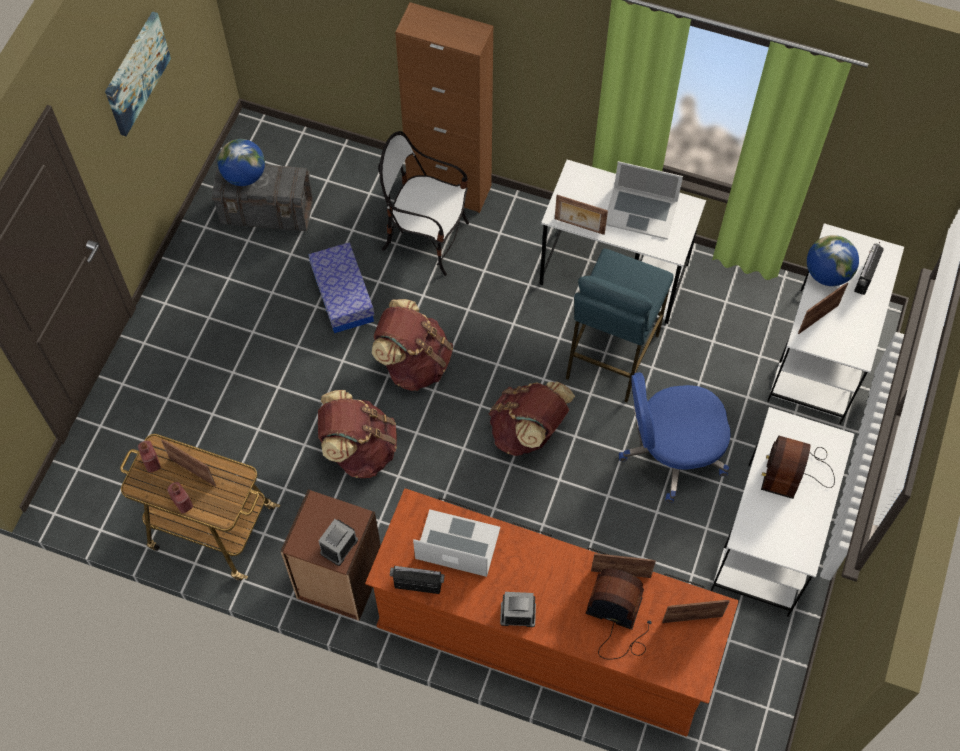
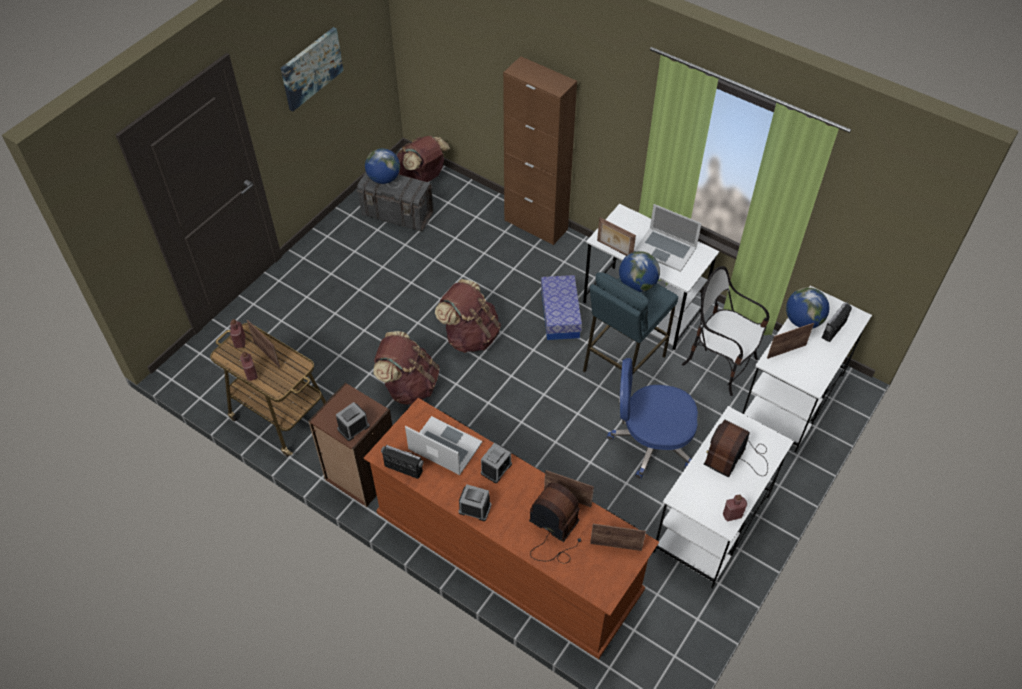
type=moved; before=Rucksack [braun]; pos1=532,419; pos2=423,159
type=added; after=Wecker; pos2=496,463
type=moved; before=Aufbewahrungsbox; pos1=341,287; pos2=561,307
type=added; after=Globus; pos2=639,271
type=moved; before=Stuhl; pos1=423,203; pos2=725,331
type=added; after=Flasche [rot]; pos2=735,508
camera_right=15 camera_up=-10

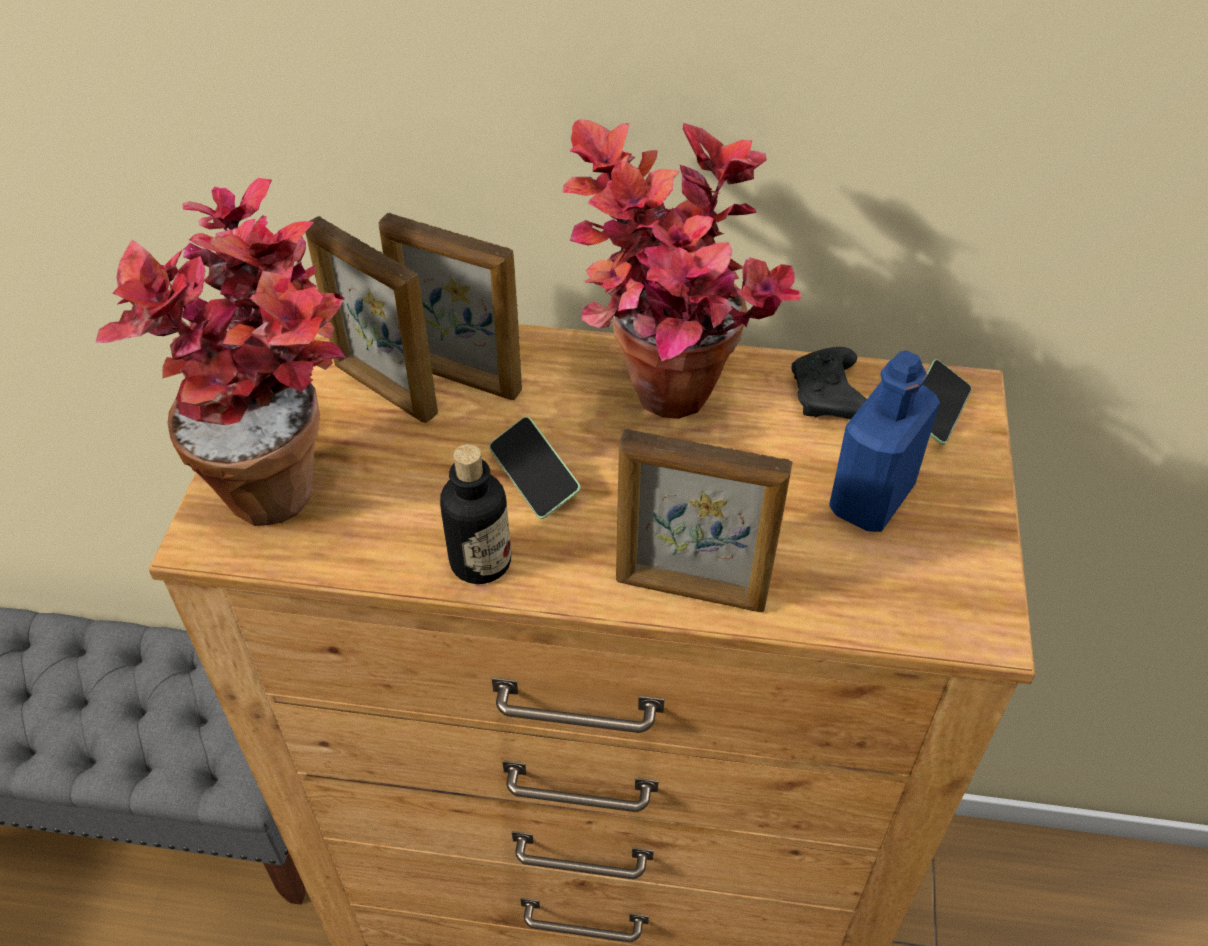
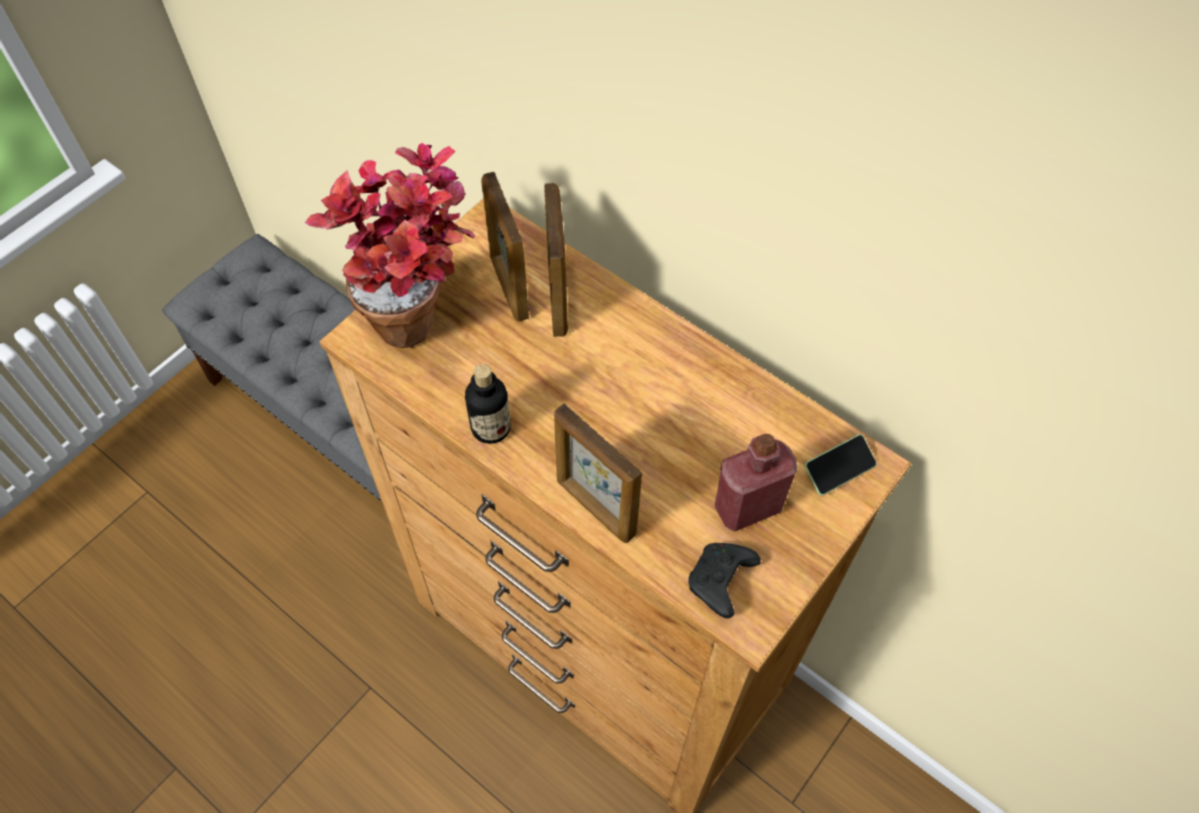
type=turned; before=Bilderrahmen; pos1=450,306; pos2=556,260; turn=-150
type=moved; before=Gamepad [schwarz]; pos1=829,383; pos2=724,580
type=recoloured; before=Flasche [blau]; after=Flasche [rot]; pos1=884,441; pos2=756,483
type=removed; before=Handy; pos1=535,467
type=removed; before=Topfpflanze; pos1=682,269
camera_right=30 camera_up=10

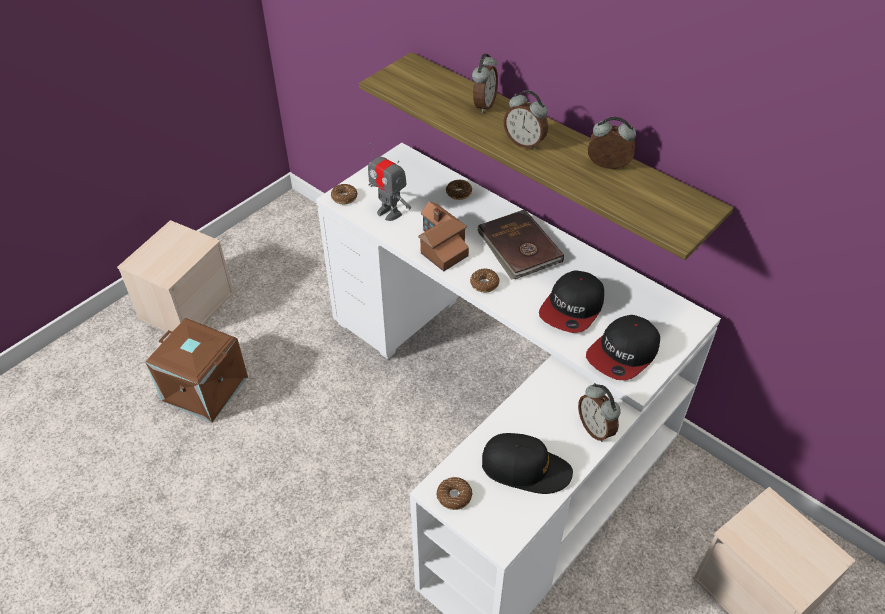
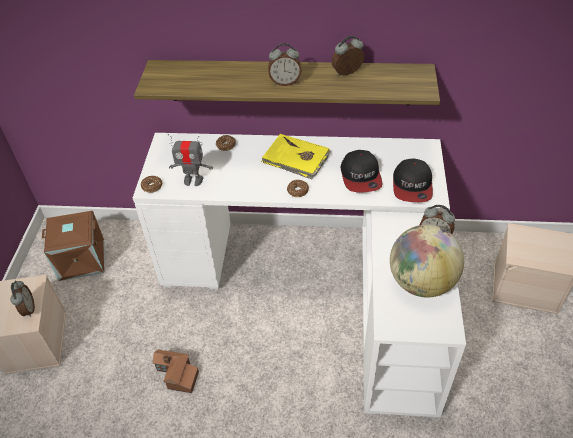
type=moved; before=Wecker; pos1=485,83; pos2=22,298
type=moved; before=Aufbewahrungsbox [braun]; pos1=196,370; pos2=73,246
type=moved; before=Spielzeughaus; pos1=443,236; pos2=176,371
type=recoloured; before=Buch [braun]; after=Buch [gelb]; pos1=520,244; pos2=296,156
type=replaced; before=Kappe [schwarz]; after=Globus; pos1=527,463; pos2=427,261
type=removed; before=Donut; pos1=455,493
camera_right=-35 camera_up=0

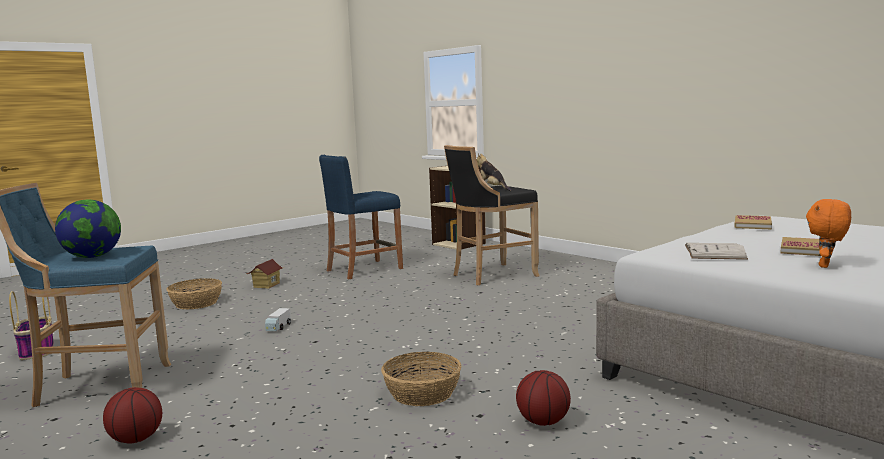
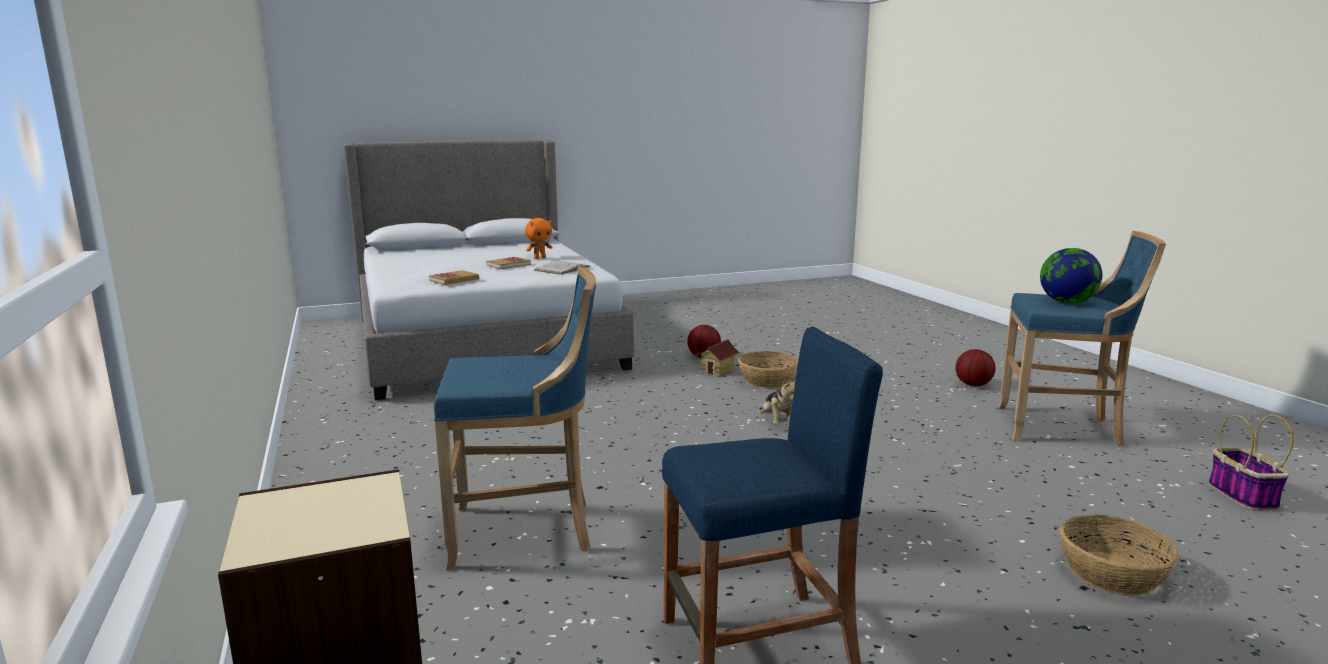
type=recoloured; before=Hocker [schwarz]; after=Hocker [blau]; pos1=492,215; pos2=515,419
type=moved; before=Spielzeughaus; pos1=264,273; pos2=718,357
type=moved; before=Plüschtier; pos1=494,172; pos2=777,401
type=removed; before=Spielzeuglaster; pos1=278,319
camera_right=-160 camera_up=5

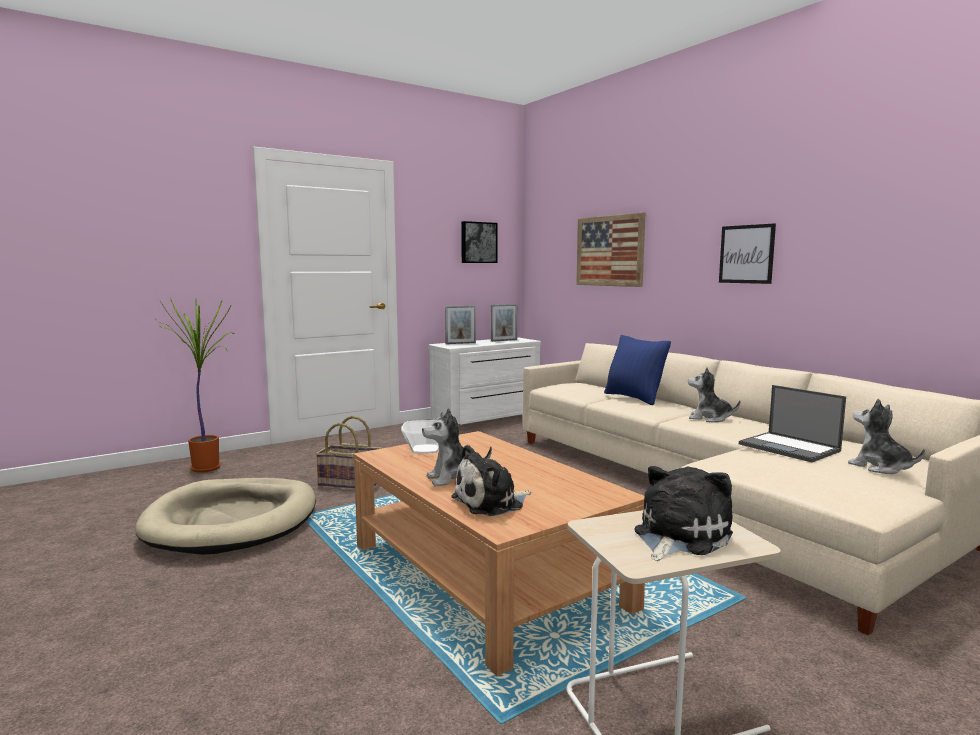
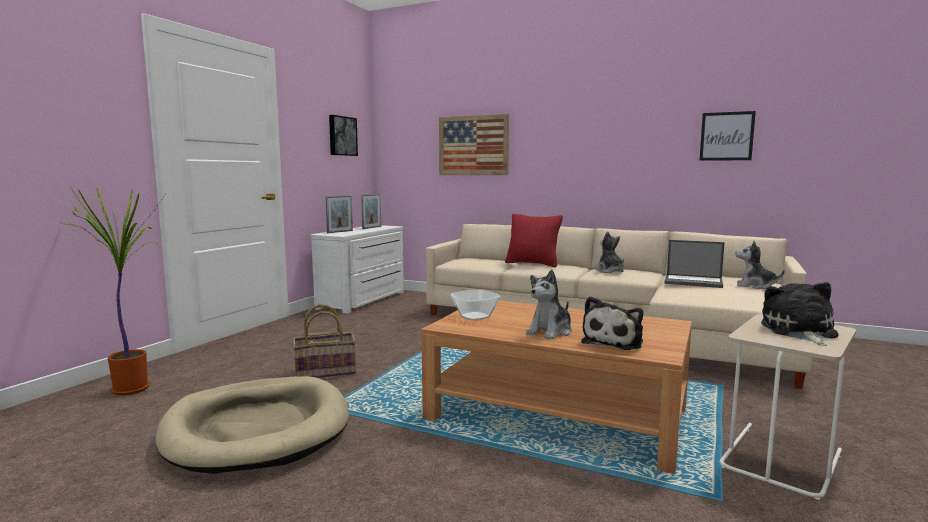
type=recoloured; before=Kissen [blau]; after=Kissen [rot]; pos1=637,370; pos2=534,240
type=turned; before=Plüschtier; pos1=714,394; pos2=609,252; turn=75
type=moved; before=Bild; pos1=747,253; pos2=727,136
camera_right=-30 camera_up=0

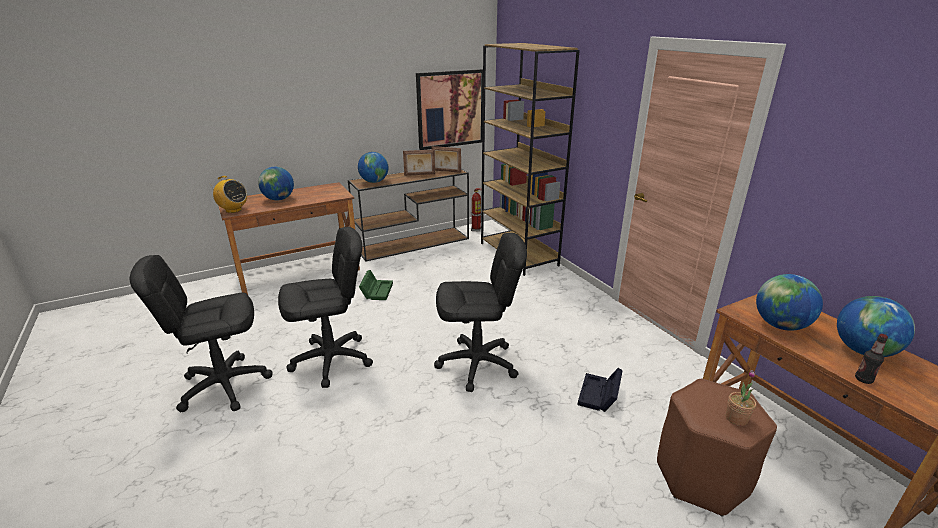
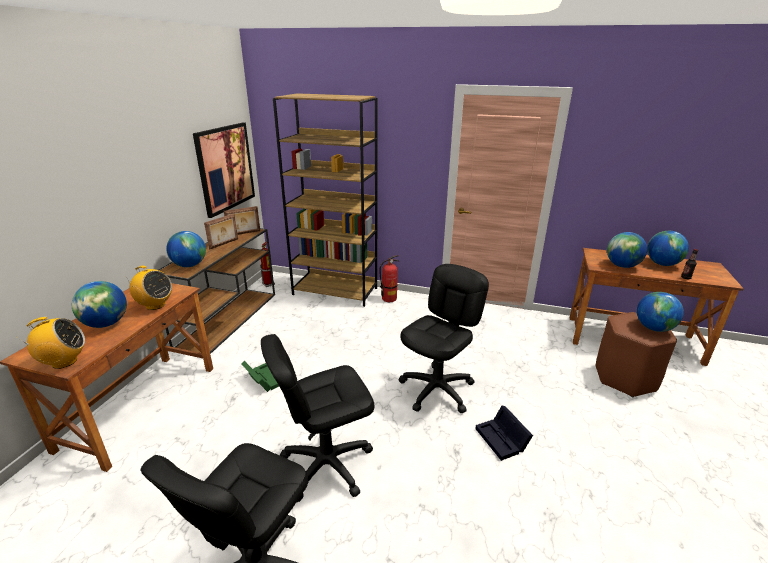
type=added; after=Radio; pos2=148,288
type=turned; before=Bürostuhl [schwarz]; pos1=325,307; pos2=317,418; turn=-135
type=added; after=Feuerlöscher; pos2=389,278
type=moved; before=Aufbewahrungsbox [schwarz]; pos1=600,390; pos2=504,433
type=replaced; before=Topfpflanze; after=Globus; pos1=741,398; pos2=660,312
camera_right=-45 camera_up=0

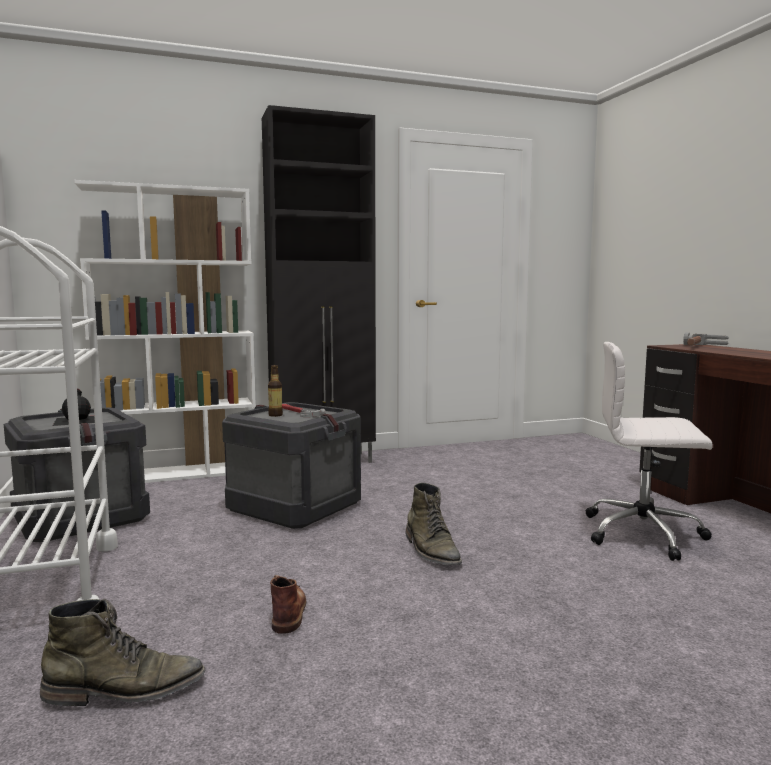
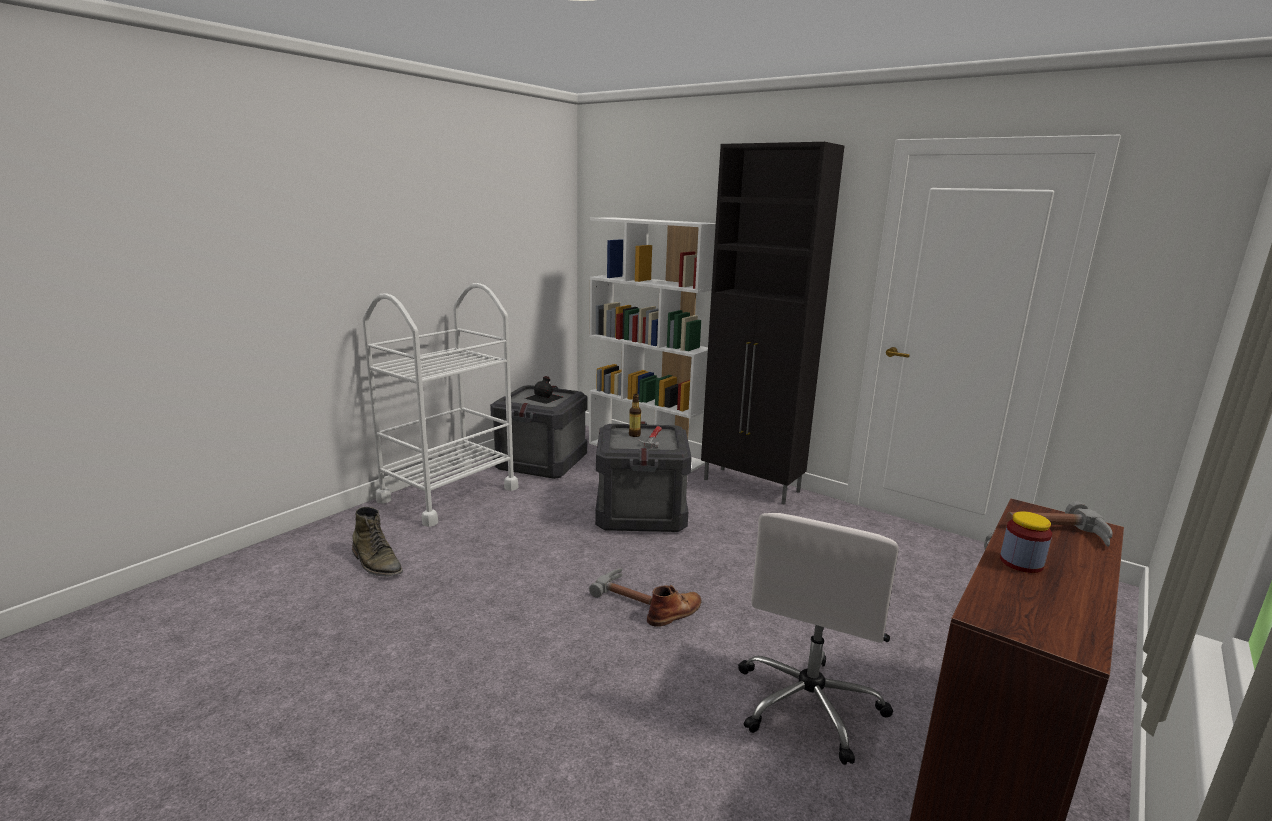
type=replaced; before=Stiefel [grün]; after=Hammer; pos1=433,524; pos2=620,586
type=moved; before=Stiefel [braun]; pos1=288,604; pos2=674,605
type=turned; before=Bürostuhl [weiß]; pos1=649,451; pos2=818,639; turn=-135
type=added; after=Vorratsglas; pos2=1026,542
camera_right=55 camera_up=10

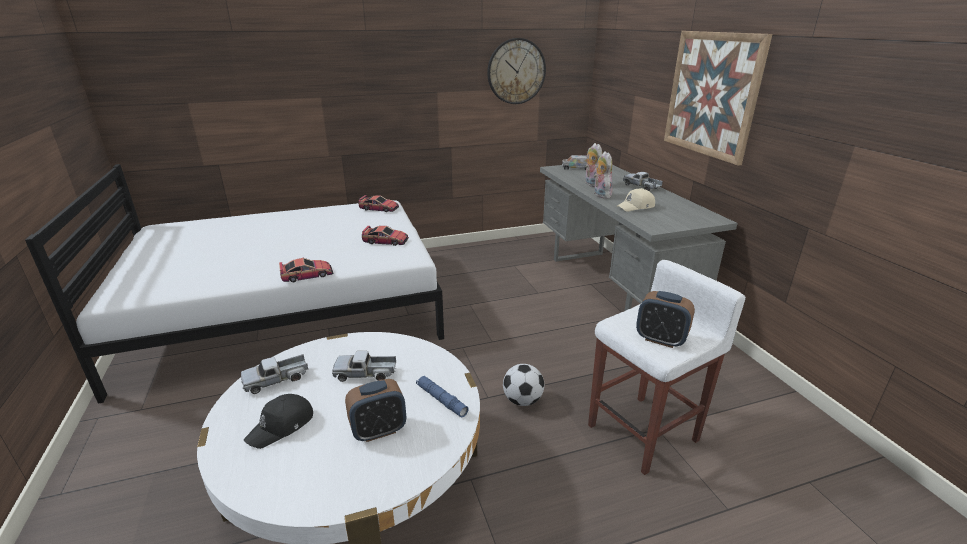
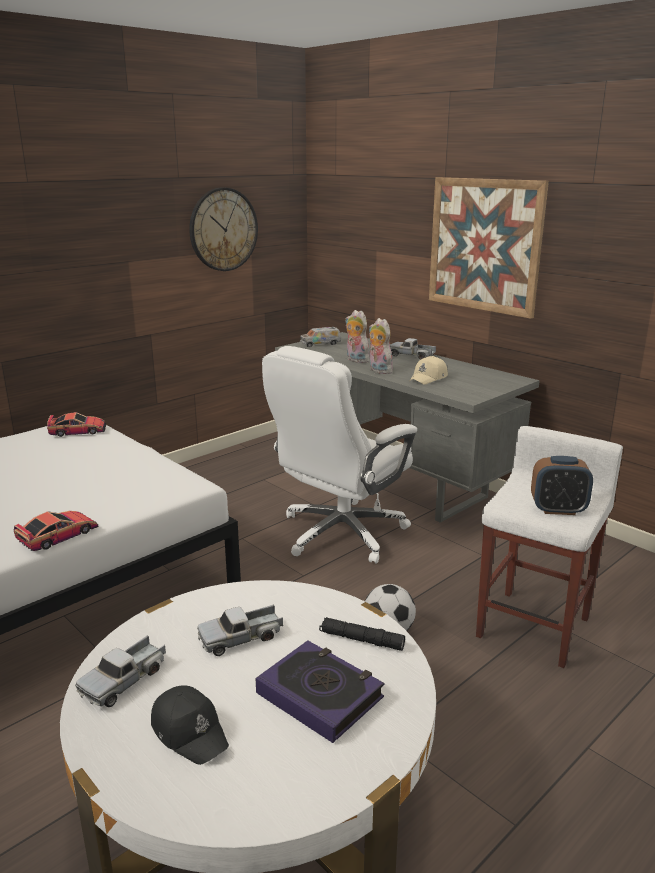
type=turned; before=Kappe [schwarz]; pos1=278,421; pos2=190,725; turn=-60
type=replaced; before=Wecker; after=Buch; pos1=375,410; pos2=319,691
type=added; after=Bürostuhl [weiß]; pos2=339,455
type=recoloured; before=Taschenlampe [blau]; after=Taschenlampe [schwarz]; pos1=442,396; pos2=362,634
type=removed; before=Spielzeugauto; pos1=385,236
camera_right=-25 camera_up=-5

